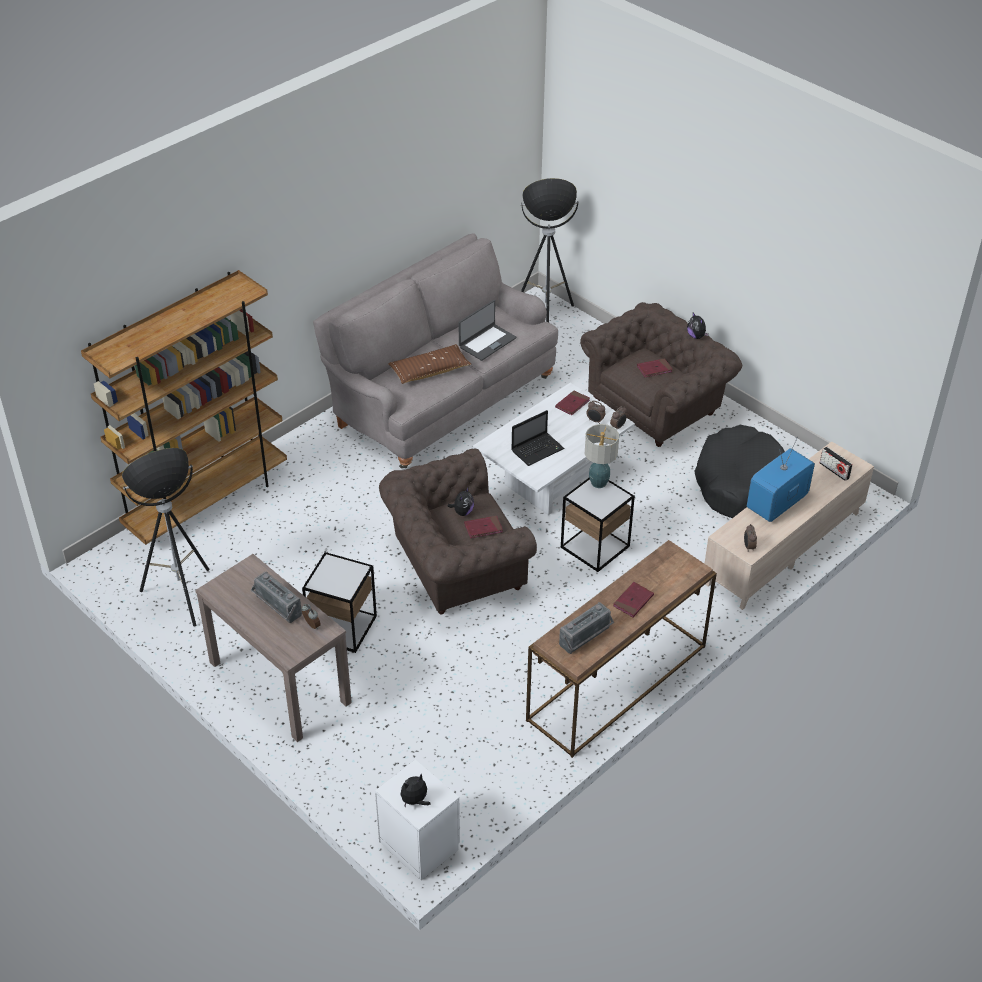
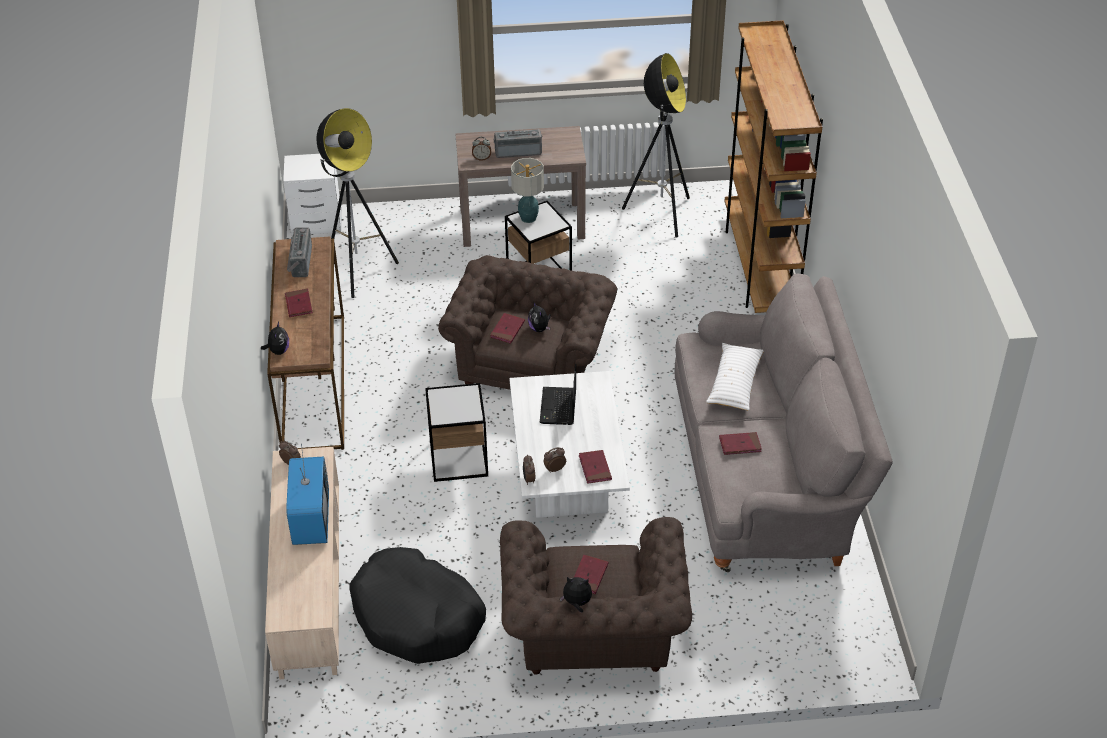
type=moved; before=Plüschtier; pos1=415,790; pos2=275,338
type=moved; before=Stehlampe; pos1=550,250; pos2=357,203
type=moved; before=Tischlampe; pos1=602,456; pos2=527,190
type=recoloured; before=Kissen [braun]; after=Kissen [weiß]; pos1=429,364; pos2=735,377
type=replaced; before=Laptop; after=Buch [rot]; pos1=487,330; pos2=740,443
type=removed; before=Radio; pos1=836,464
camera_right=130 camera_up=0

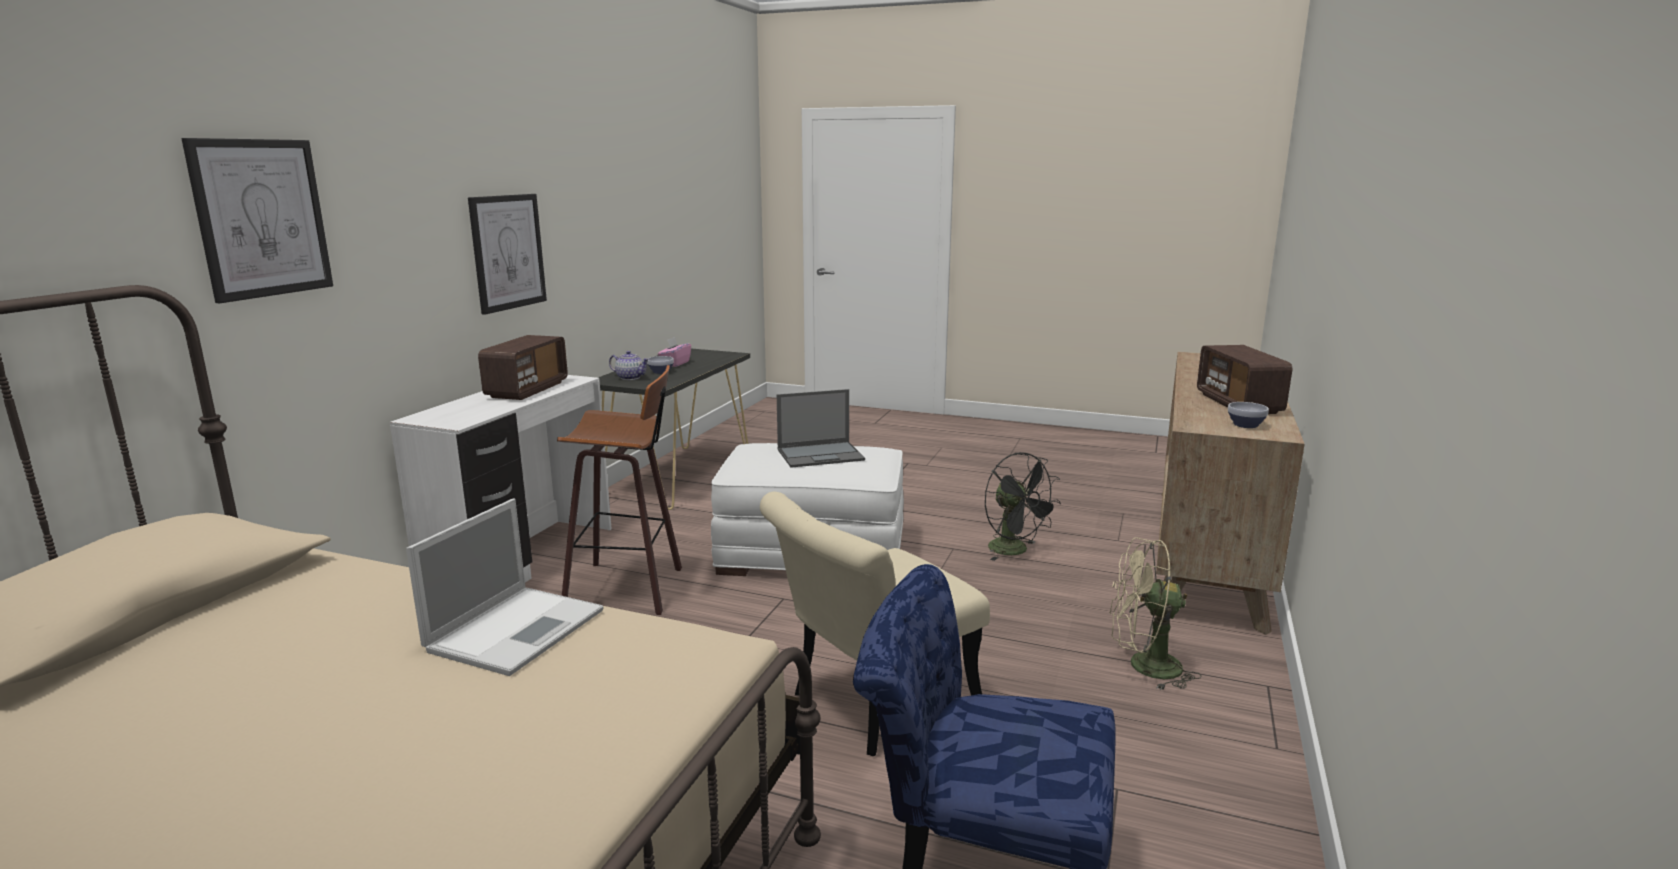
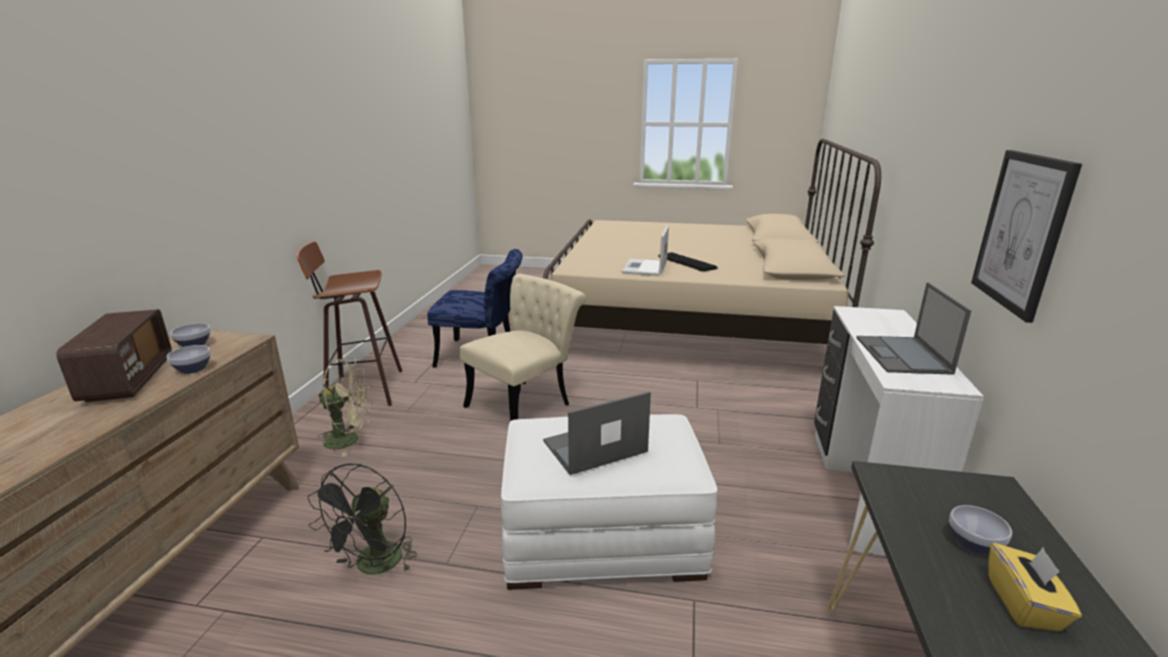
type=added; after=Schüssel; pos2=189,359
type=moved; before=Hocker; pos1=619,490; pos2=349,324
type=turned; before=Ventilator [schwarz]; pos1=1023,506; pos2=363,518; turn=-120
type=added; after=Tastatur; pos2=688,261
type=replaced; before=Radio; after=Laptop; pos1=523,367; pos2=913,328
type=recoloured; before=Taschentuchbox [rosa]; after=Taschentuchbox [gelb]; pos1=674,352; pos2=1035,587
type=removed; before=Bild; pos1=257,220
type=removed; before=Teekanne; pos1=629,365
camera_right=170 camera_up=5

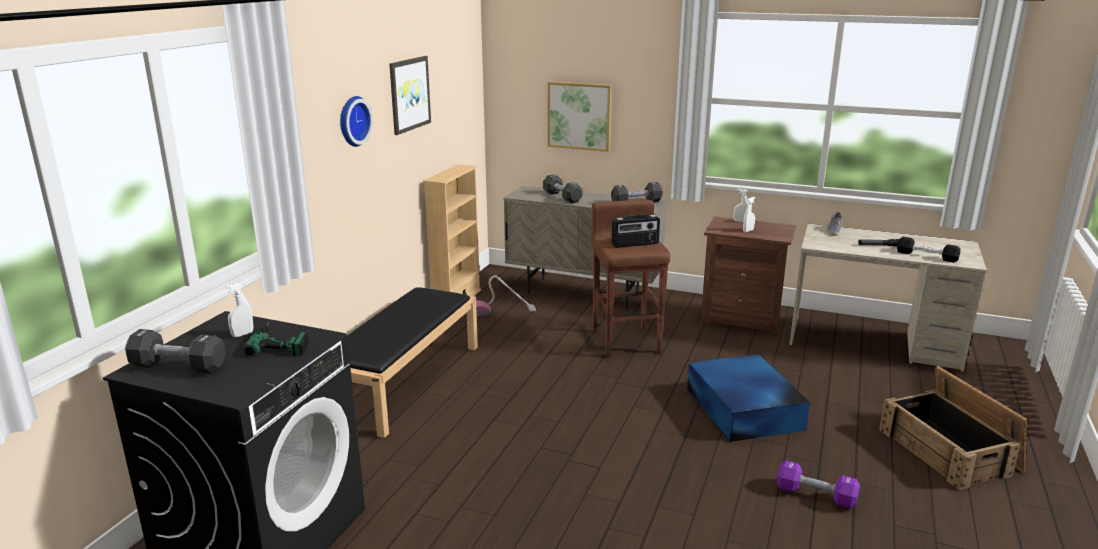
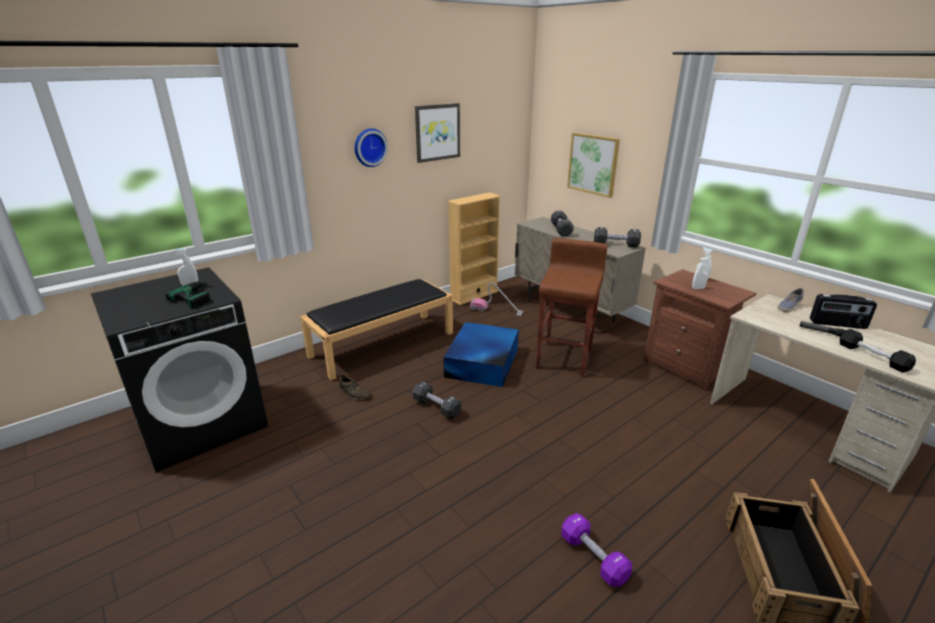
type=added; after=Schuh [braun]; pos2=355,387
type=moved; before=Hantel [schwarz]; pos1=175,351; pos2=437,400
type=moved; before=Aufbewahrungsbox [blau]; pos1=748,398; pos2=481,354
type=moved; before=Radio; pos1=636,231; pos2=843,311
camera_right=30 camera_up=5

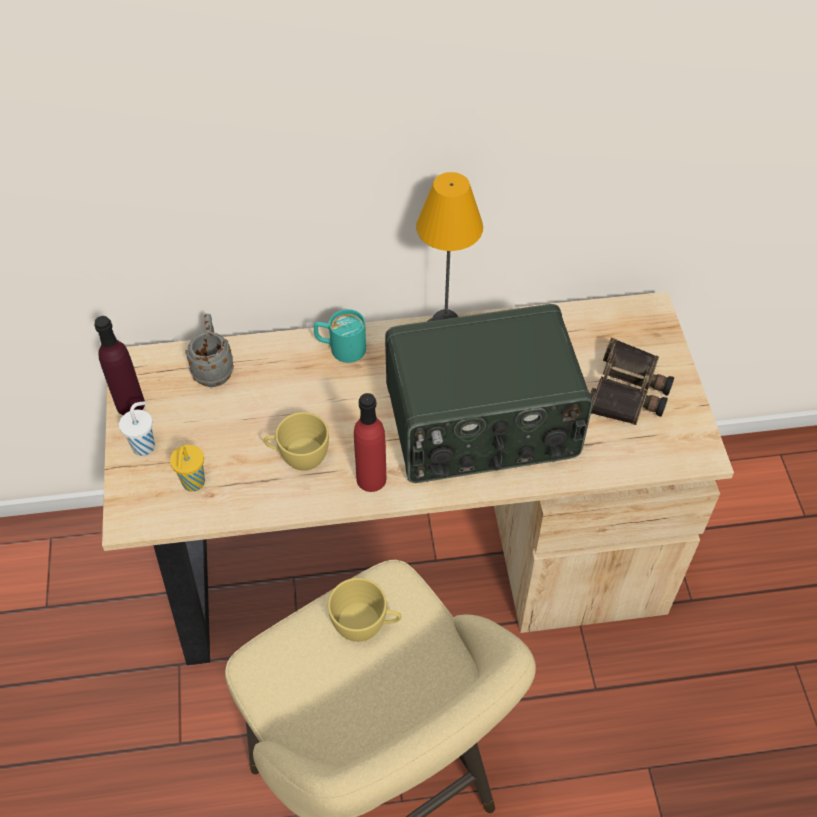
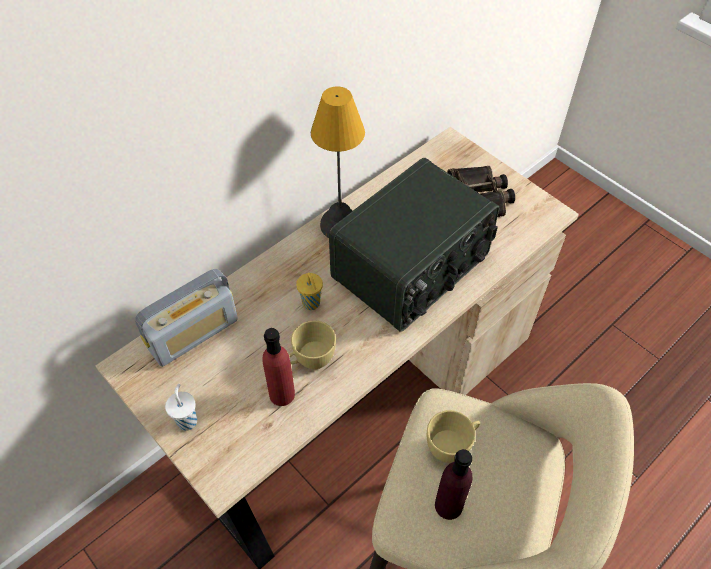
type=replaced; before=Henkelbecher [grau]; after=Radio; pos1=209,350; pos2=186,318
type=moved; before=Flasche [rot]; pos1=370,442; pos2=278,367
type=moved; before=Tasse [gelb]; pos1=187,468; pos2=309,291
type=moved; before=Flasche [lila]; pos1=119,365; pos2=453,484
type=removed; before=Henkelbecher [türkis]; pos1=340,336
camera_right=-35 camera_up=0

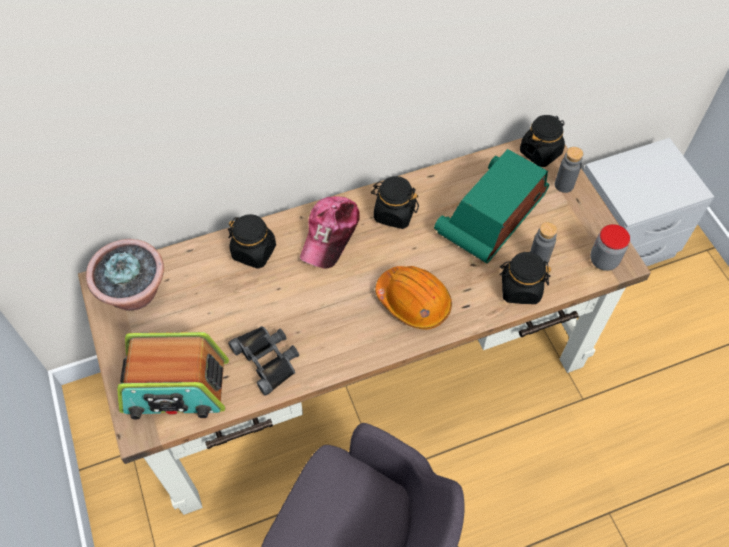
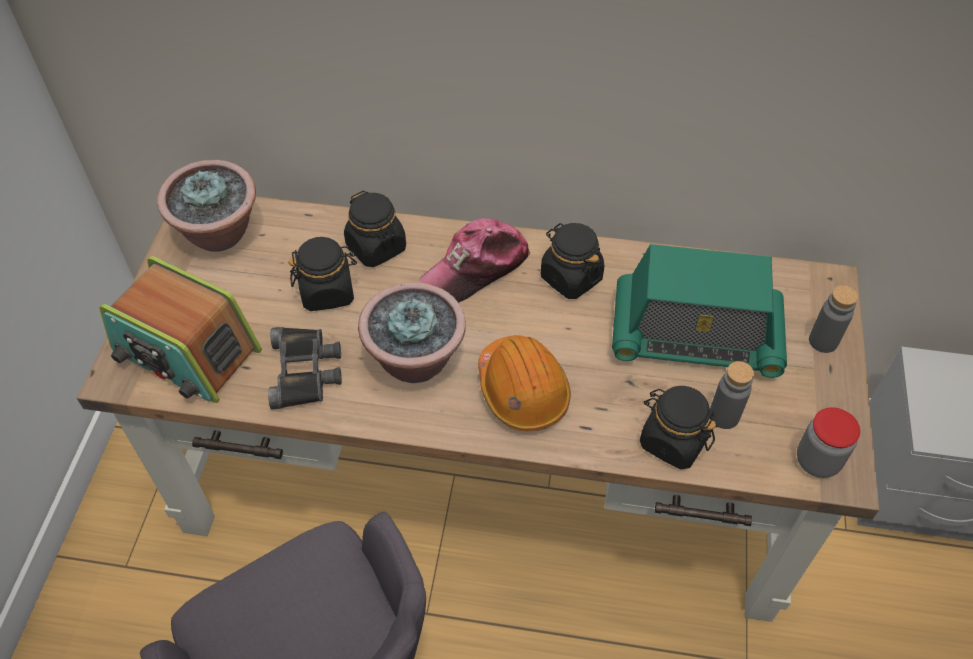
type=moved; before=Vorratsglas [schwarz]; pos1=542,141; pos2=322,274
type=added; after=Topfpflanze; pos2=412,332
type=turned; before=Radio; pos1=491,206; pos2=699,311; turn=-150
camera_right=30 camera_up=-5

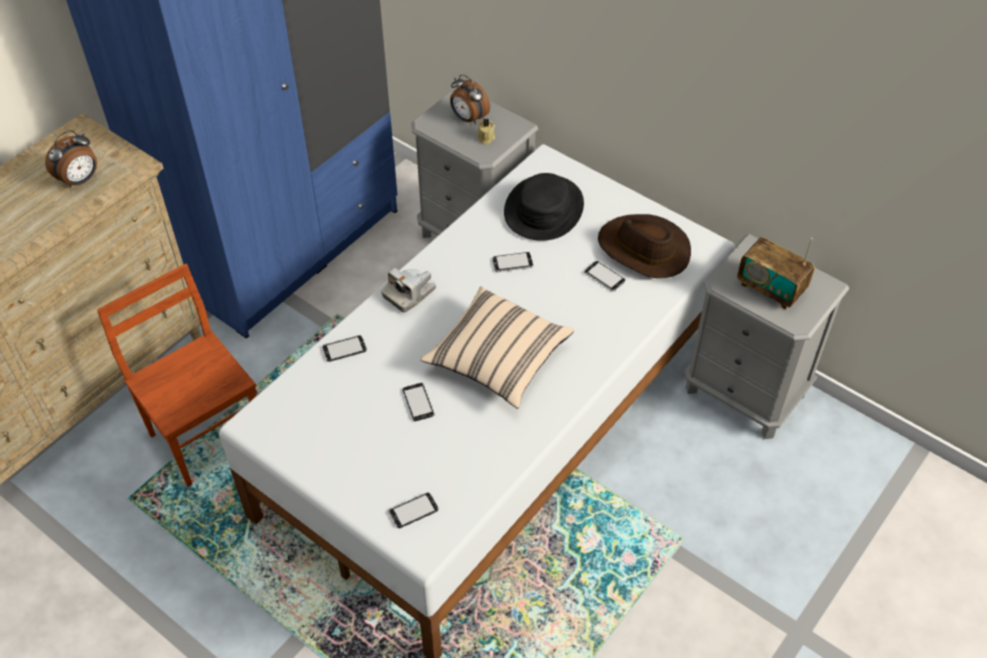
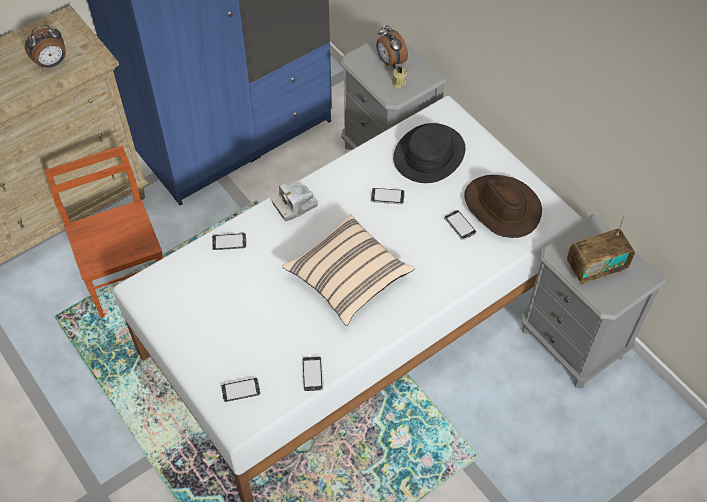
type=moved; before=Handy; pos1=419,401; pos2=313,373
type=turned; before=Radio; pos1=776,273; pos2=601,250; turn=-75
camera_right=15 camera_up=5

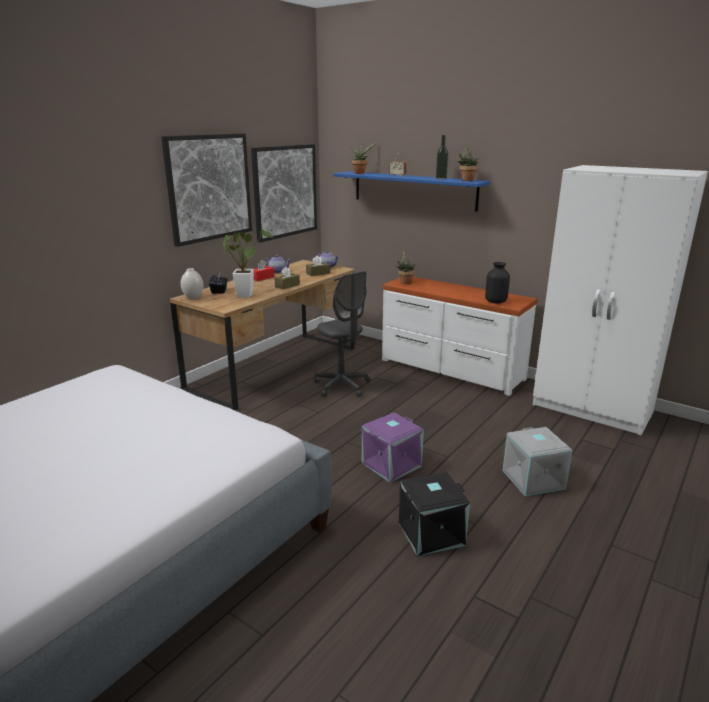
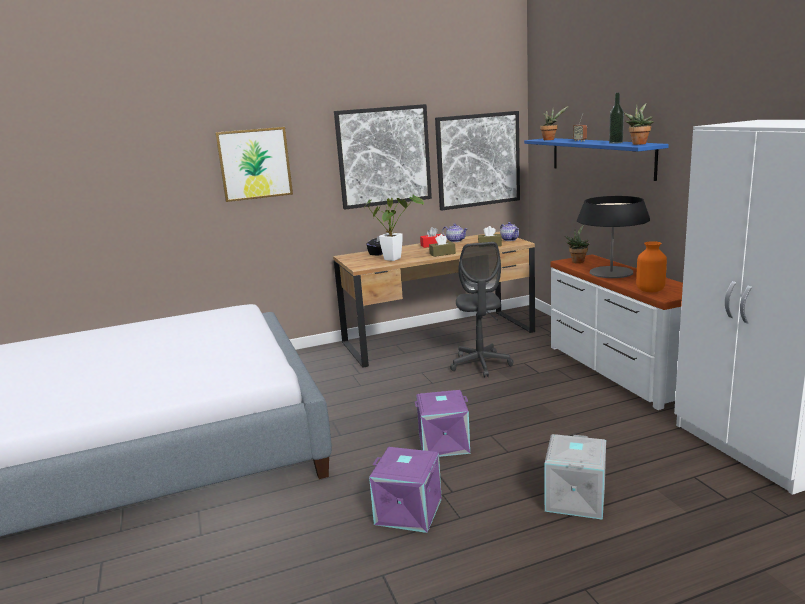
type=added; after=Bild; pos2=254,164
type=recoloured; before=Aufbewahrungsbox [schwarz]; after=Aufbewahrungsbox [lila]; pos1=434,514; pos2=405,490
type=added; after=Tischlampe; pos2=613,237
type=recoloured; before=Vase [schwarz]; after=Vase [orange]; pos1=497,283; pos2=651,266
type=removed; before=Vase [weiß]; pos1=192,283
camera_right=35 camera_up=-5

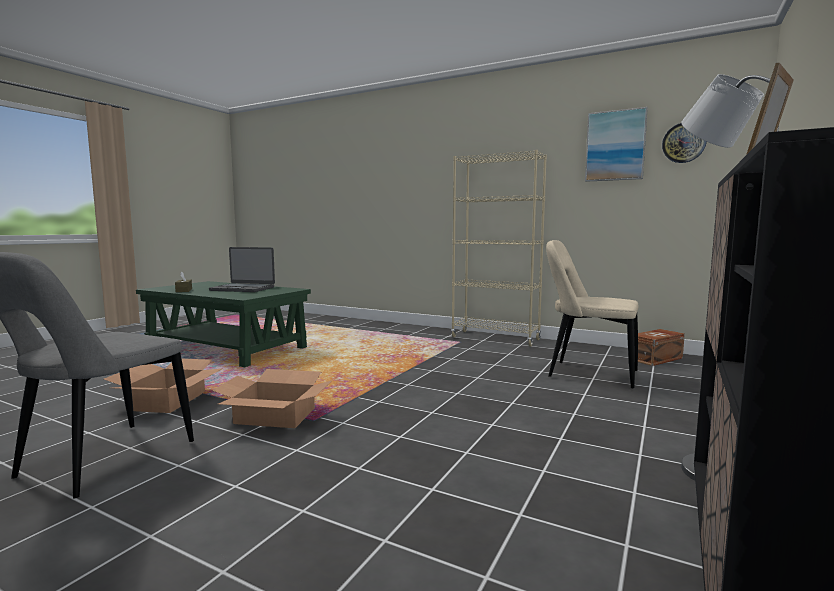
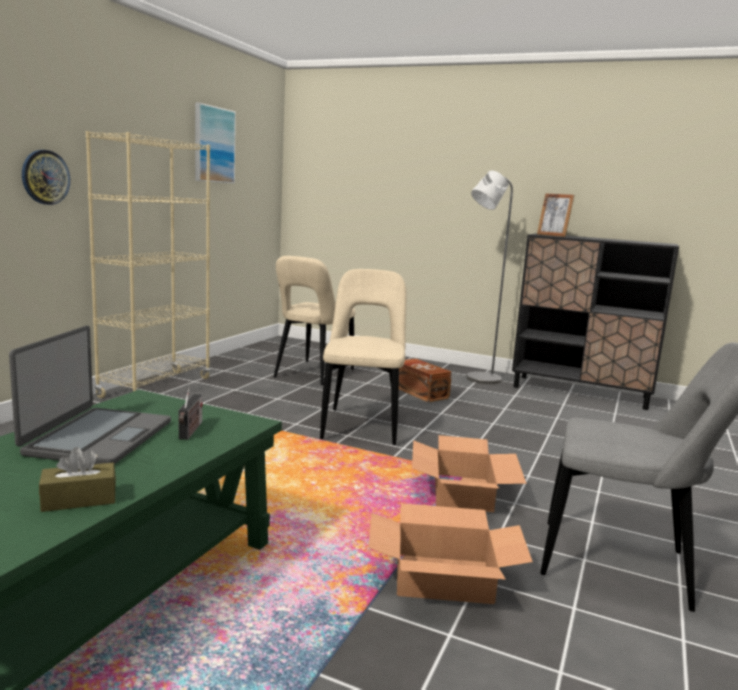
type=moved; before=Wanduhr; pos1=684,143; pos2=46,177
type=added; after=Radio; pos2=190,414
type=added; after=Stuhl [beige]; pos2=363,357
type=moved; before=Aufbewahrungsbox [braun]; pos1=656,347; pos2=425,380
camera_right=-95 camera_up=5

